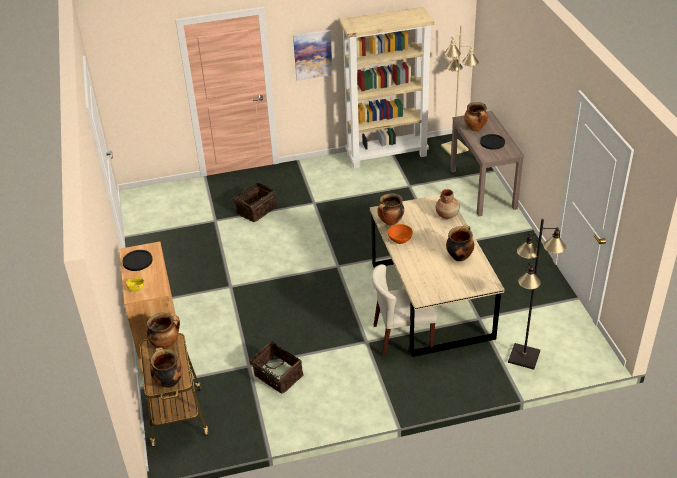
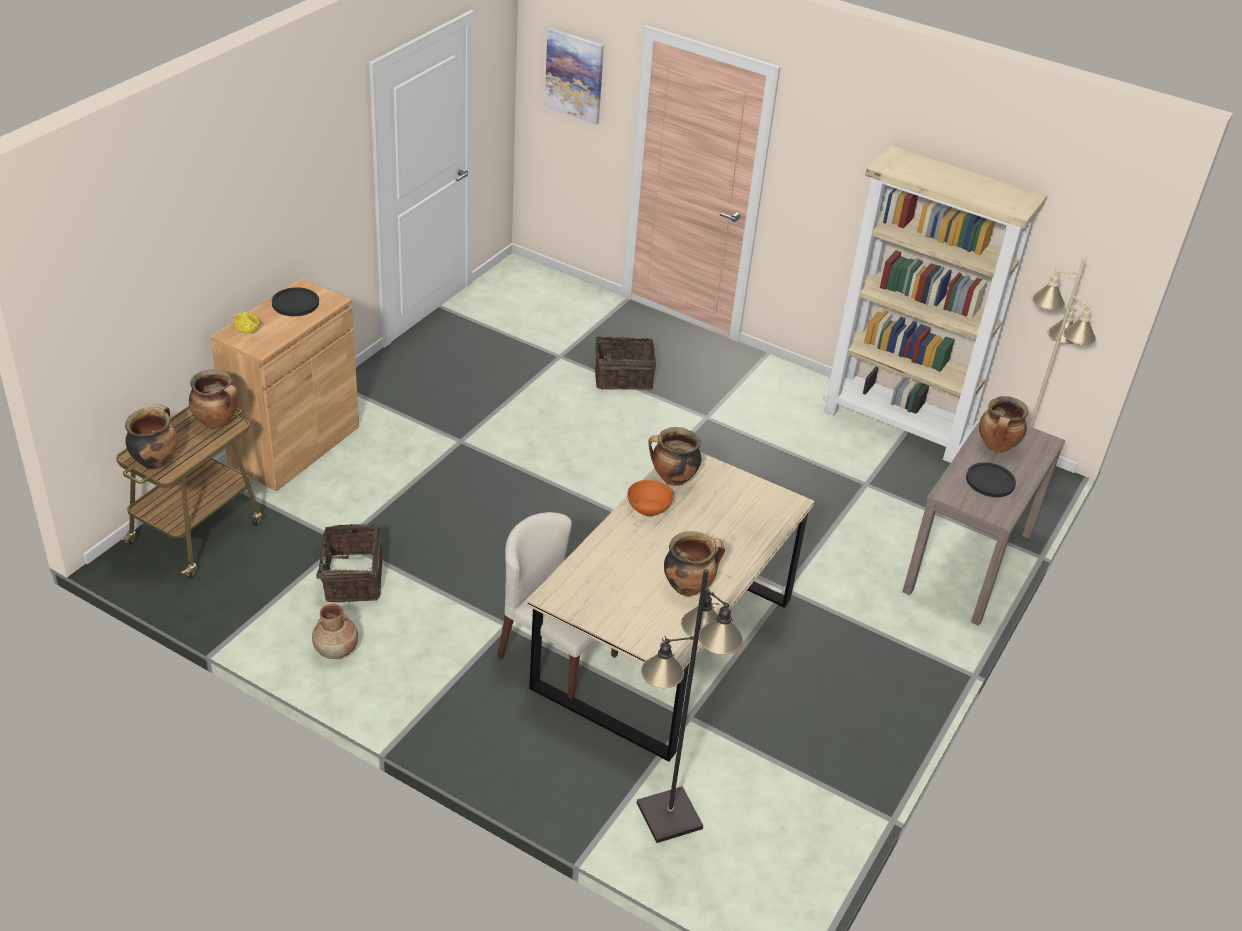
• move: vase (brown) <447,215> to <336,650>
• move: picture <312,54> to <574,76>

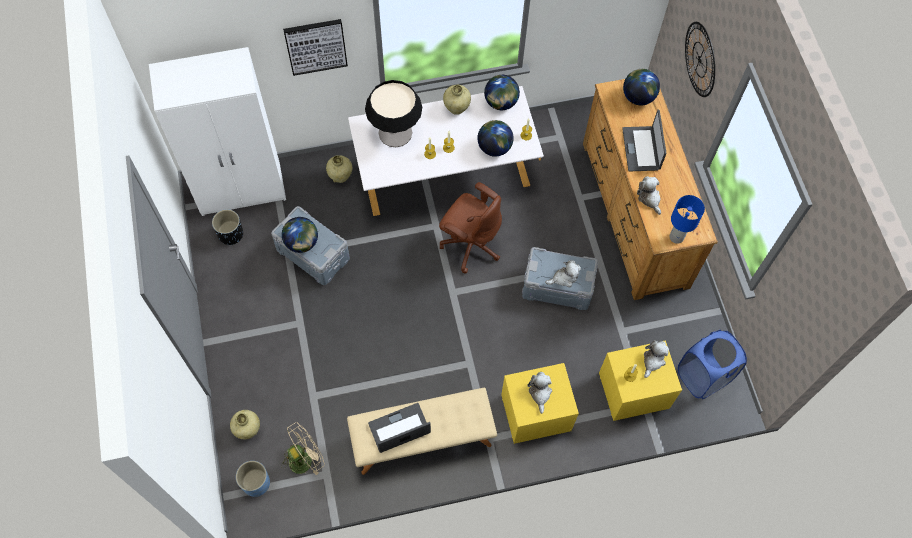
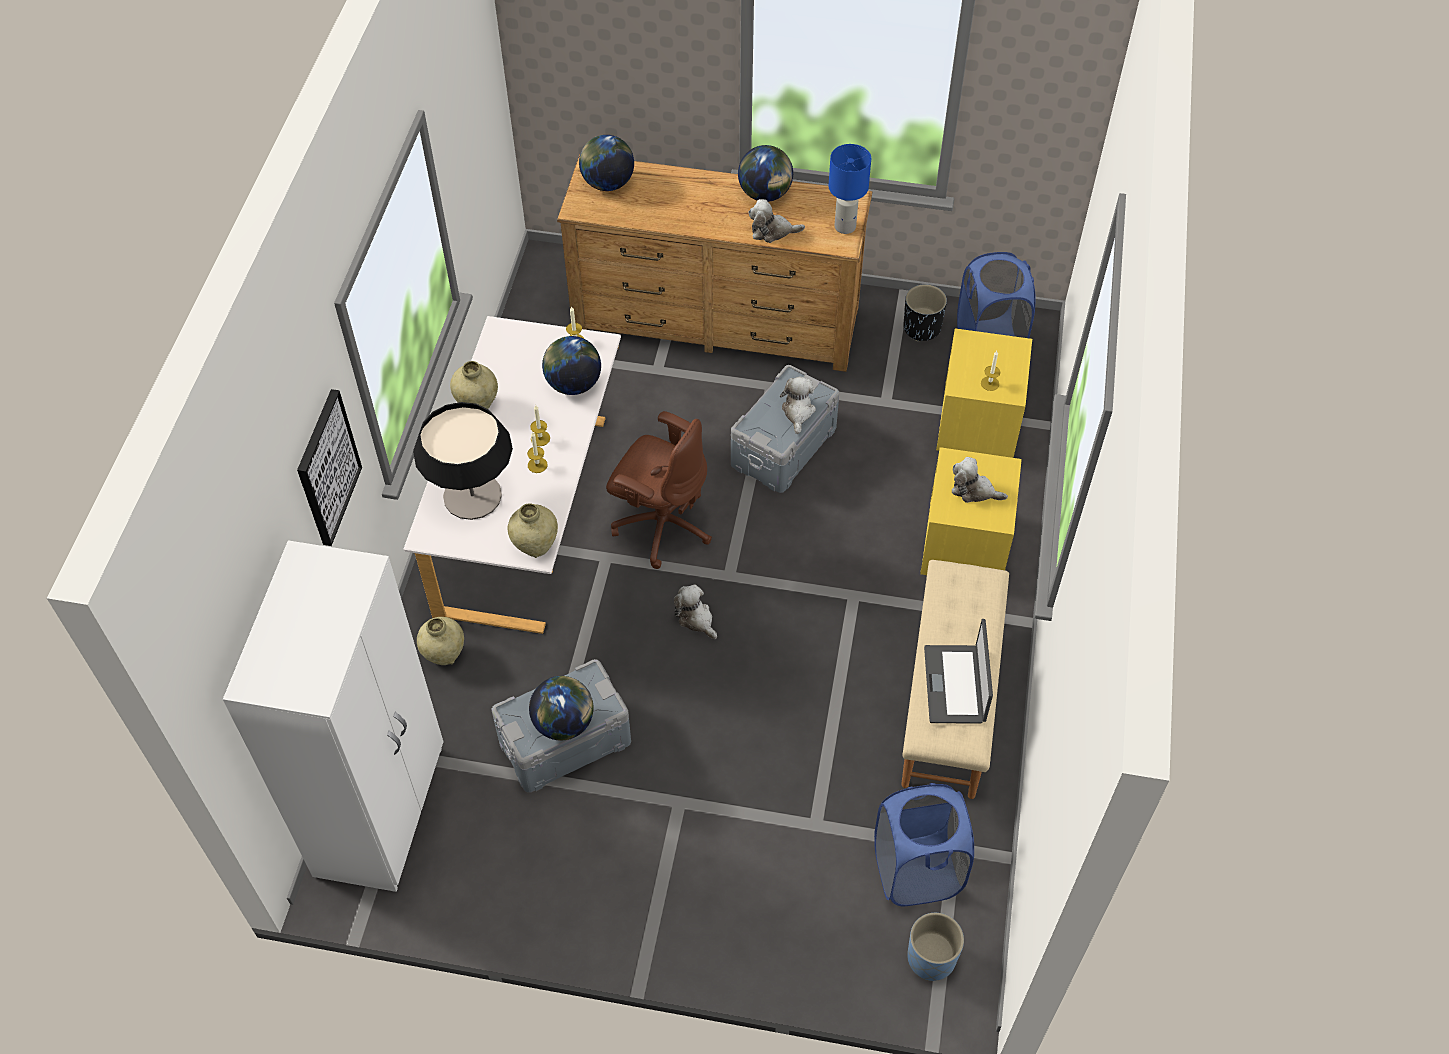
• move: vase (beige) <248,430> to <535,546>
• rotate: office chair (brown) <470,244> = <661,525> 60 degrees clockwise
• move: plush toy <653,360> to <696,618>
• move: globe <501,102> to <765,194>
• replace: fan (beige) <304,458> to laundry basket (blue) <916,871>
• move: planter (black) <230,234> to <921,328>
• delete: laptop <641,149>
• delete: wall clock <700,59>

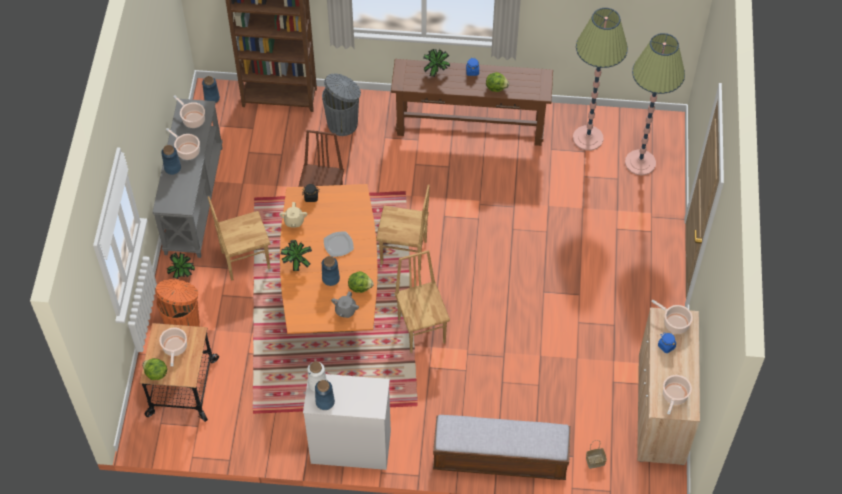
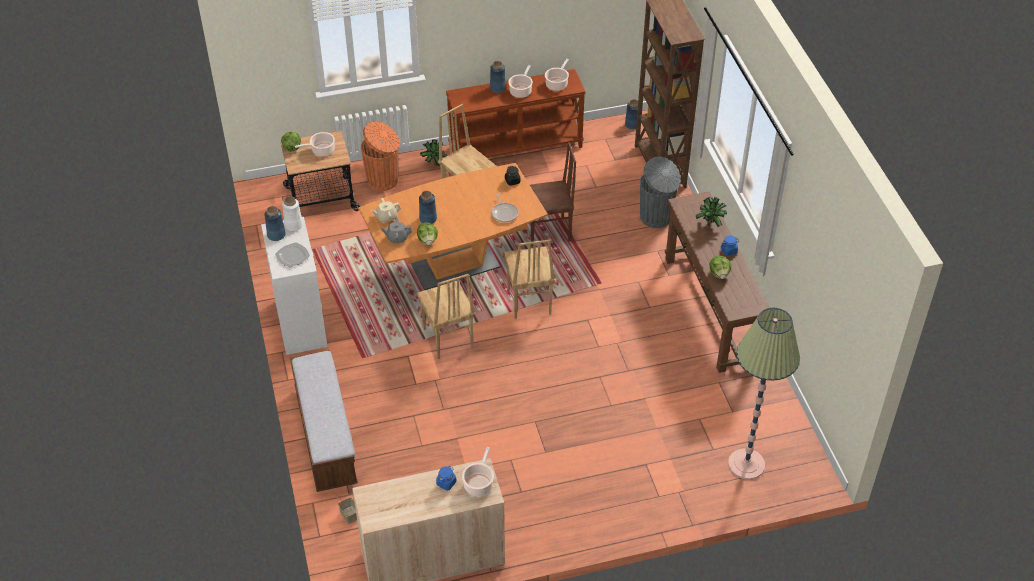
• move: plate <338,245> to <292,256>
• move: teapot (beige) <294,221> to <386,217>
• rotate: chair (brown) <422,330> = <447,339> 105 degrees clockwise
• recolor: console table (grey) <193,199> to console table (brown) <516,147>
• insert: frying pan <504,213>
• delete: potted plant <296,264>
• delete: floor lamp <588,138>
• delete: cooking pot <674,396>

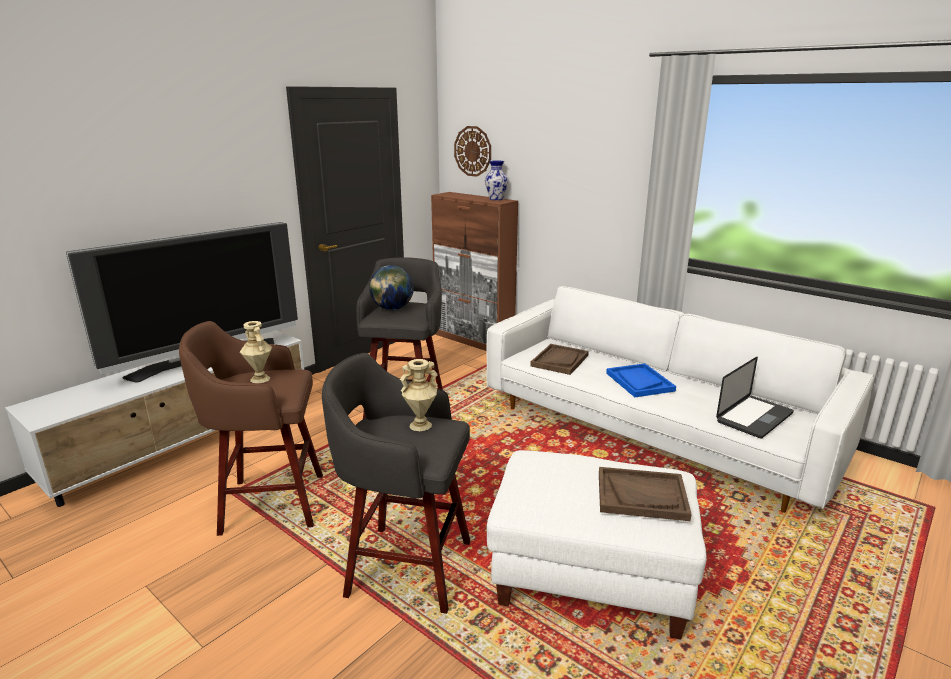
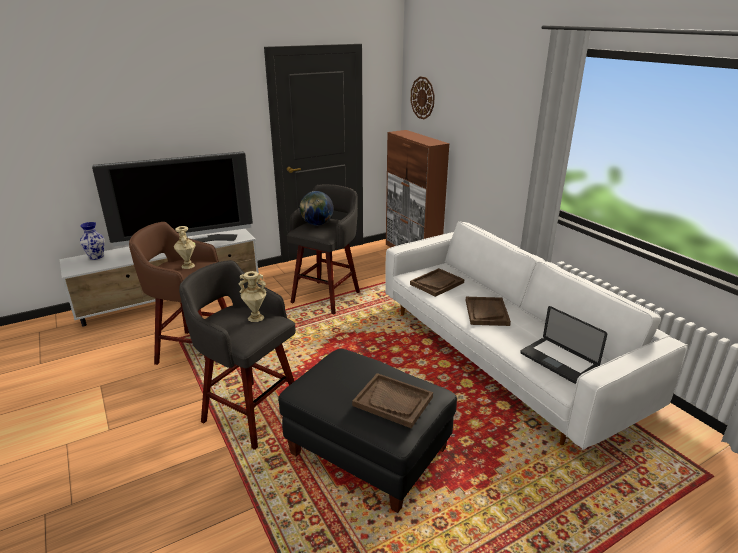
• move: vase <496,199> to <97,257>
• recolor: ottoman (white) <591,576> to ottoman (black) <368,452>
• recolor: tray (blue) <639,382> to tray (brown) <486,312>
• rotate: laptop <754,417> = <558,361> 75 degrees clockwise

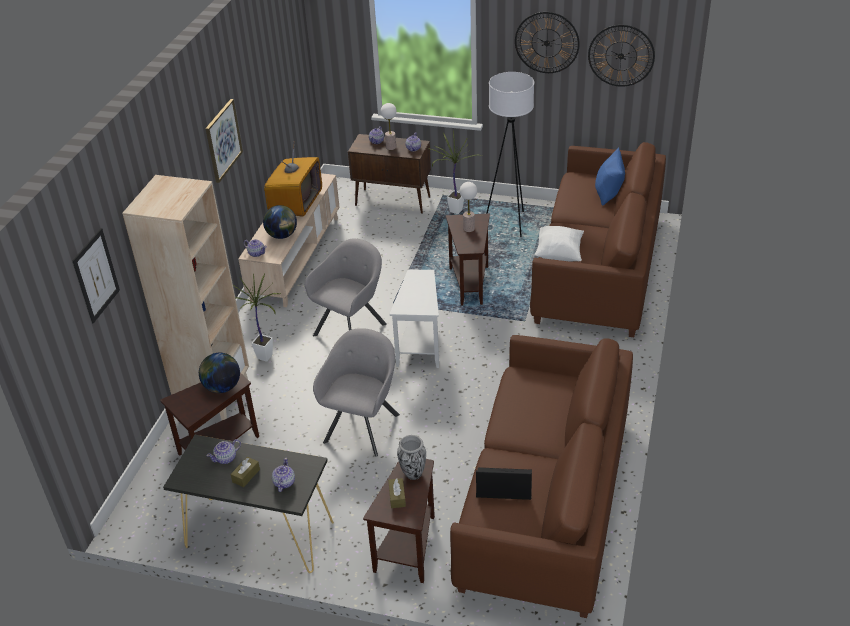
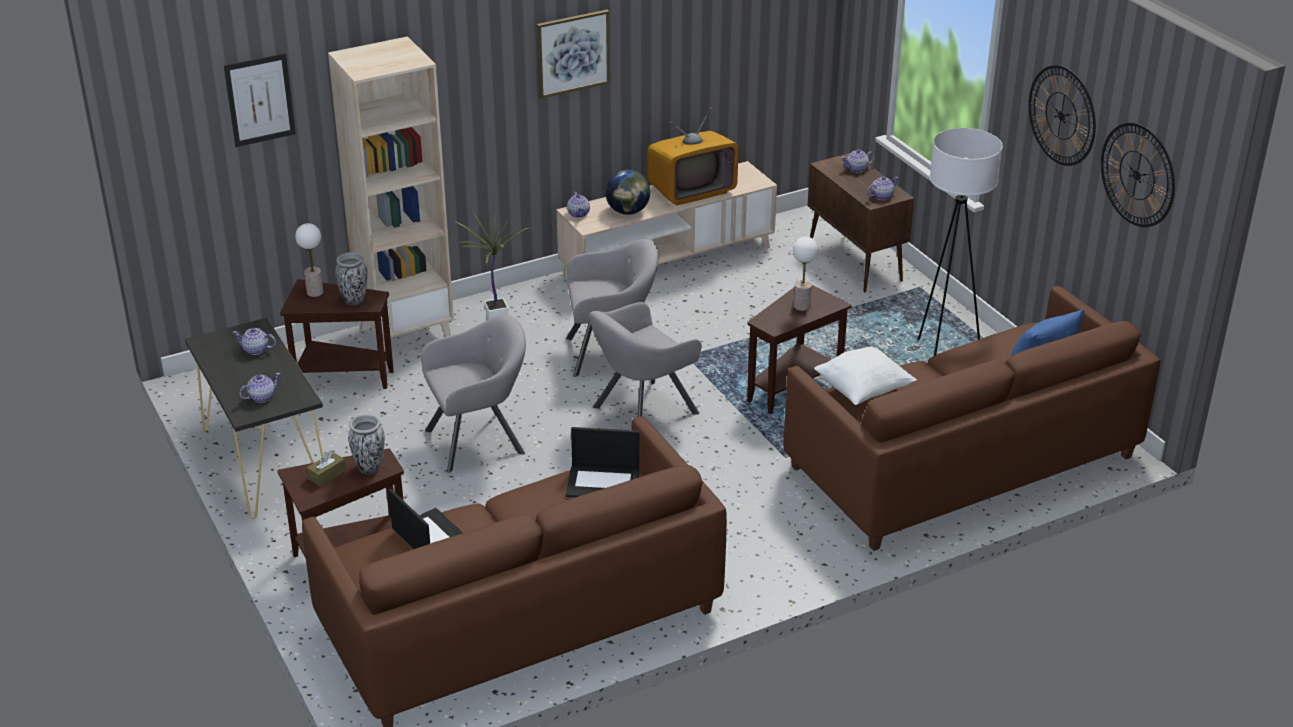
• move: table lamp <391,147> to <315,292>
• replace: globe <222,387> to vase <354,300>
• insert: laptop <604,483>
• replace: side table (white) <420,347> to armchair (grey) <641,412>
• delete: tissue box (brown) <246,475>
• delete: potted plant <453,212>

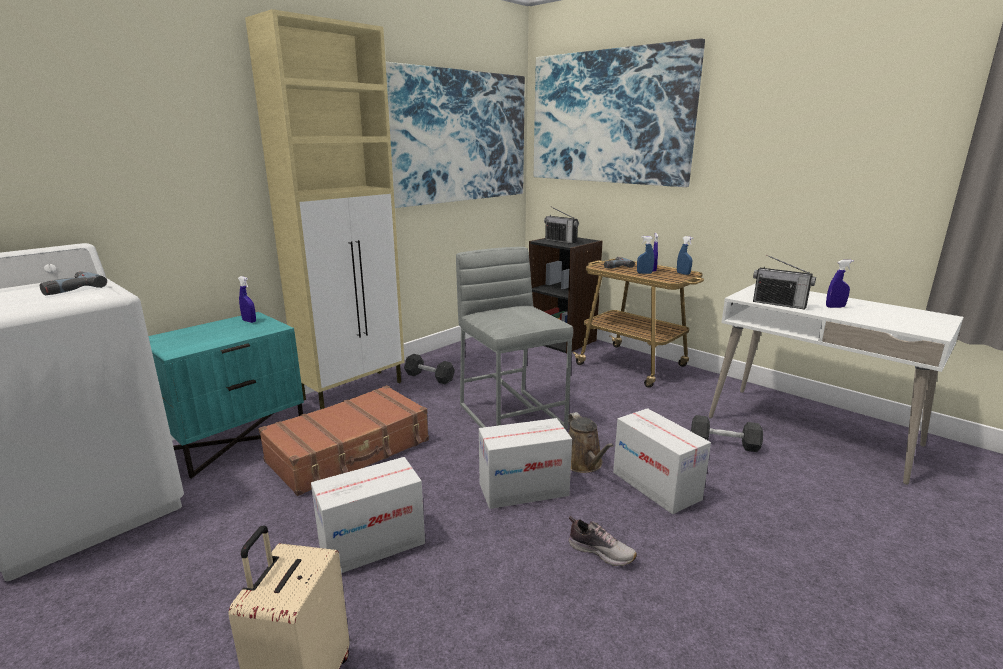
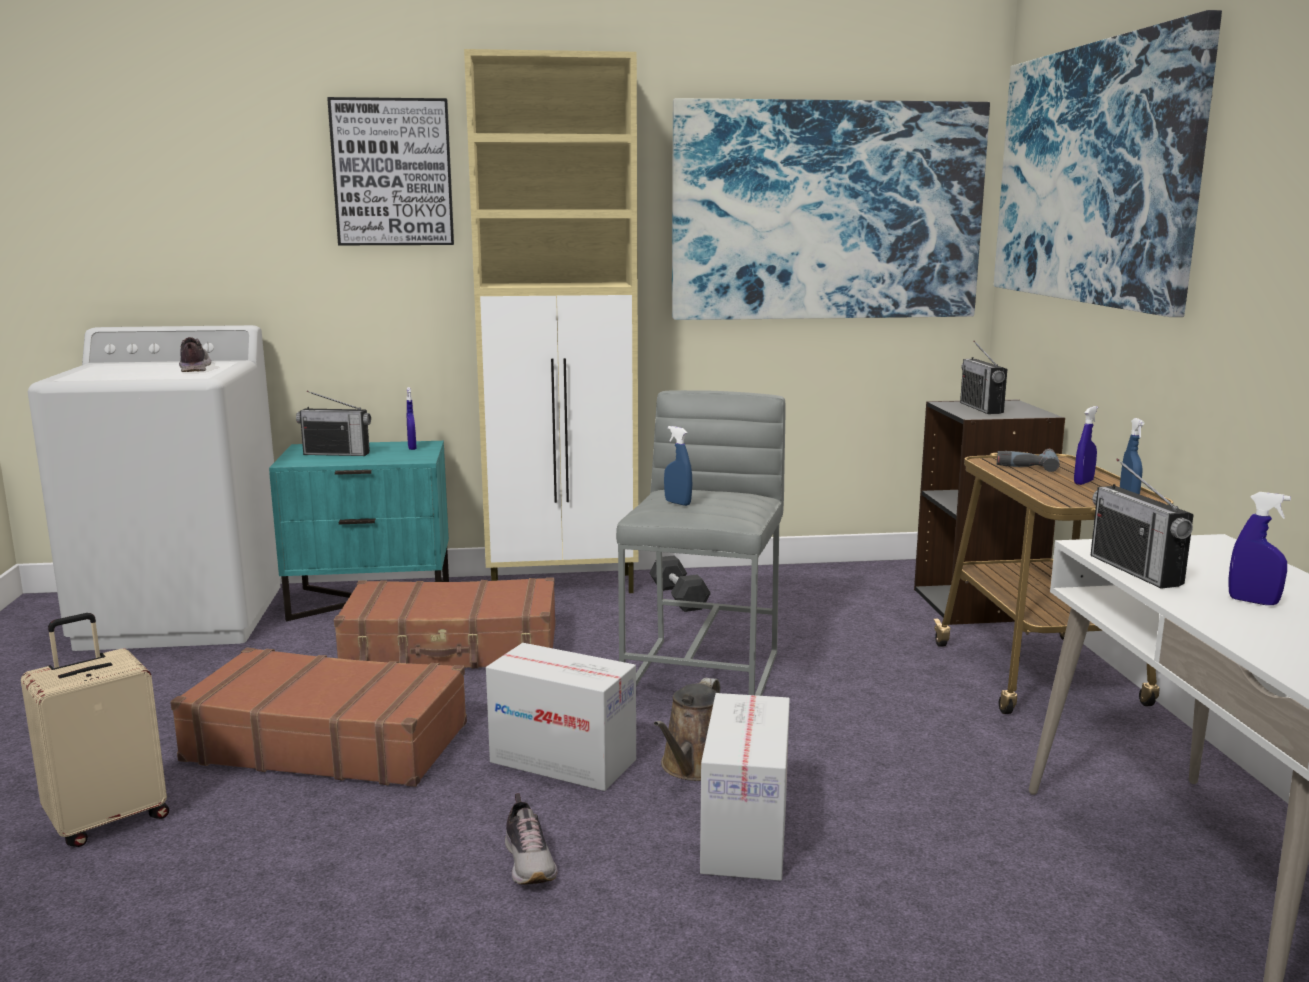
• replace: cardboard box <372,545> to suitcase (brown) <328,741>
• replace: power drill <70,289> to shoe <194,368>
• insert: radio <337,453>
• insert: picture <392,172>
• move: spray bottle (blue) <644,273> to <677,503>
• delete: dumbbell (black) <724,444>

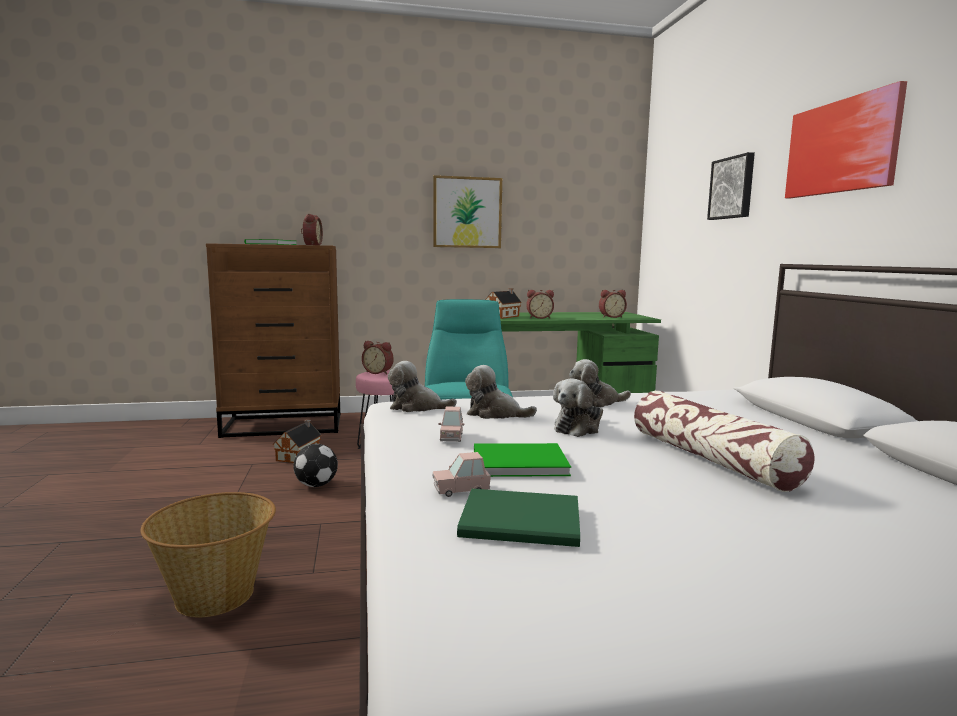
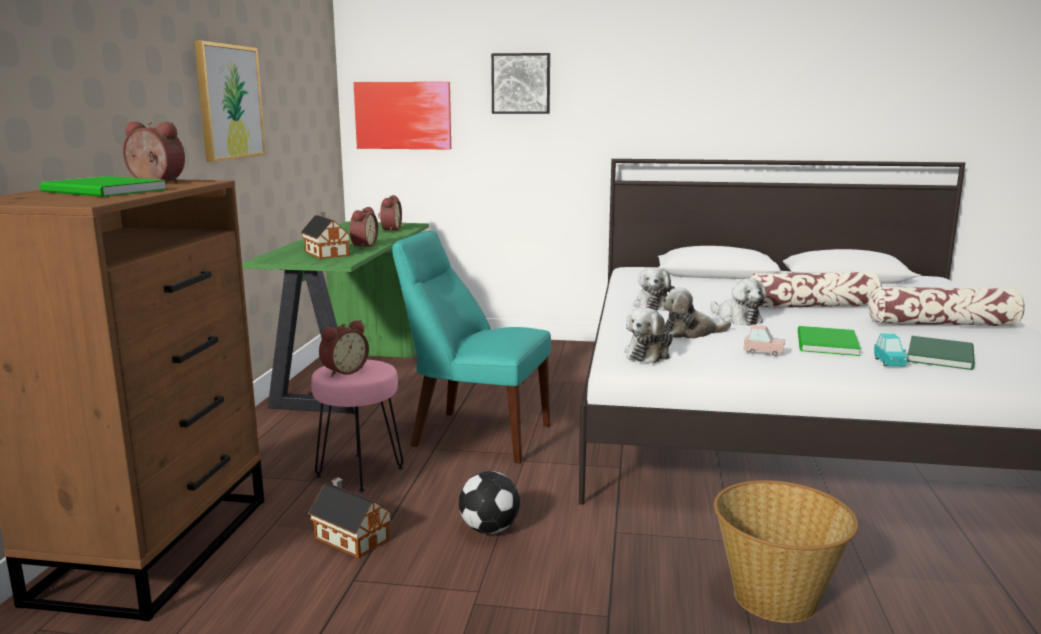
• move: picture <841,147> to <403,115>
• rotate: plush toy <495,414> = <690,333> 45 degrees clockwise
• insert: pillow <942,324>
• recolor: toy car (pink) <461,490> to toy car (turquoise) <889,362>

